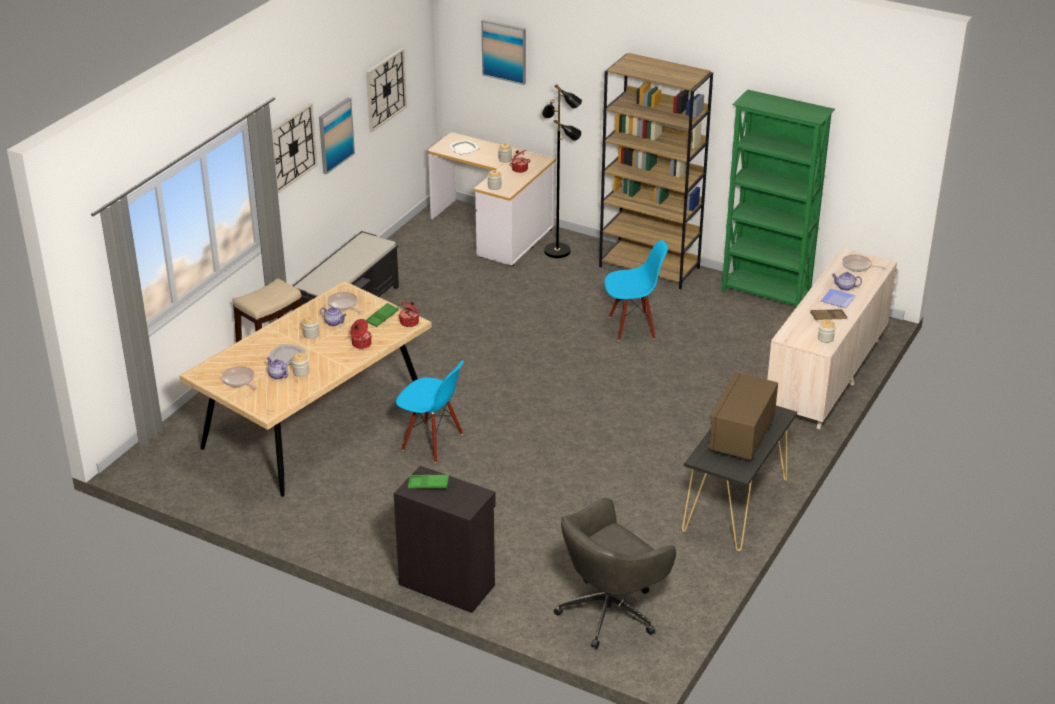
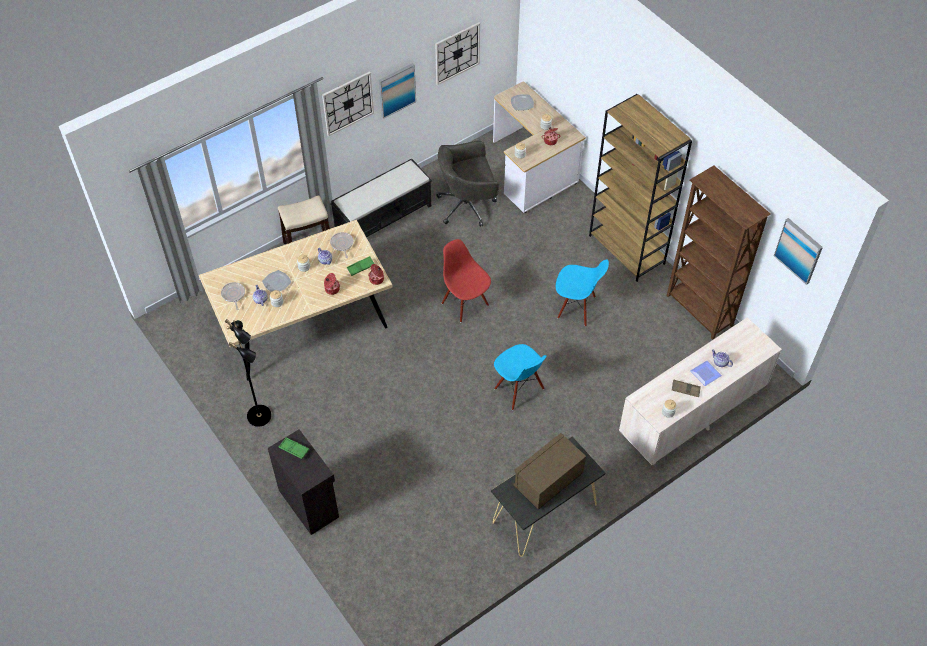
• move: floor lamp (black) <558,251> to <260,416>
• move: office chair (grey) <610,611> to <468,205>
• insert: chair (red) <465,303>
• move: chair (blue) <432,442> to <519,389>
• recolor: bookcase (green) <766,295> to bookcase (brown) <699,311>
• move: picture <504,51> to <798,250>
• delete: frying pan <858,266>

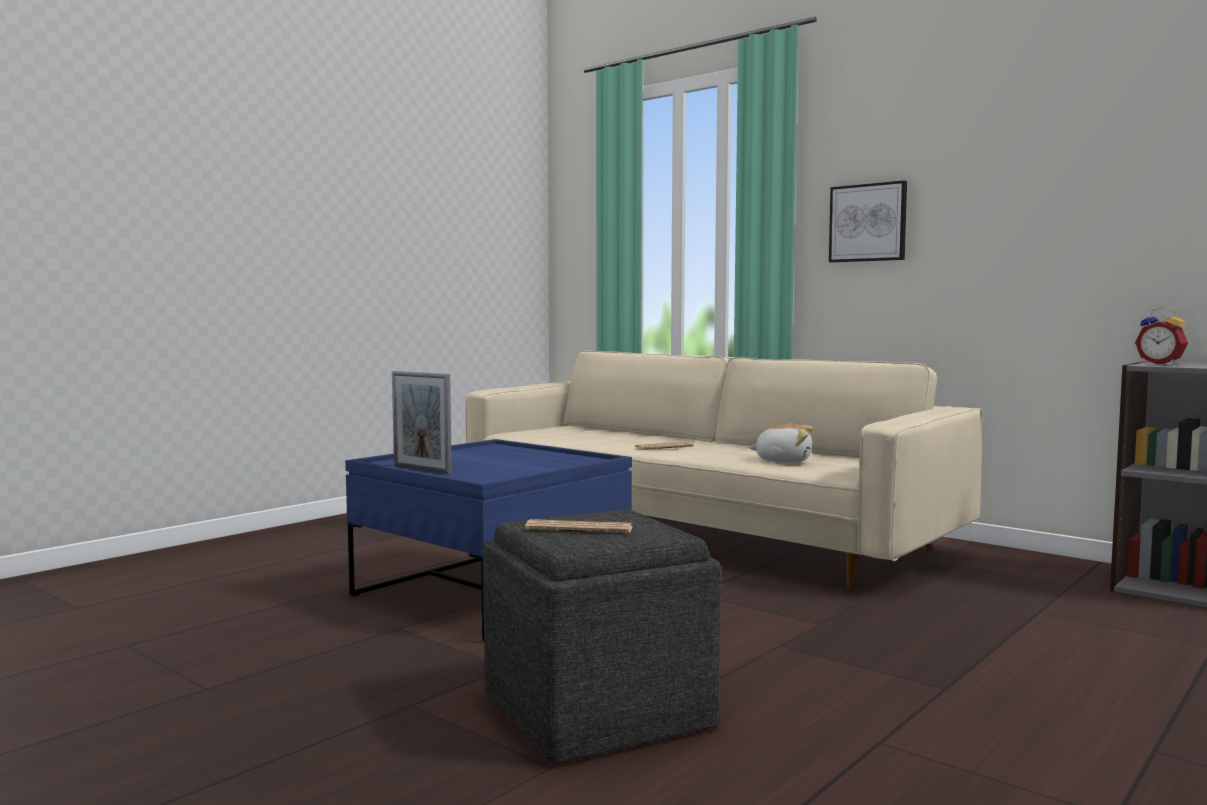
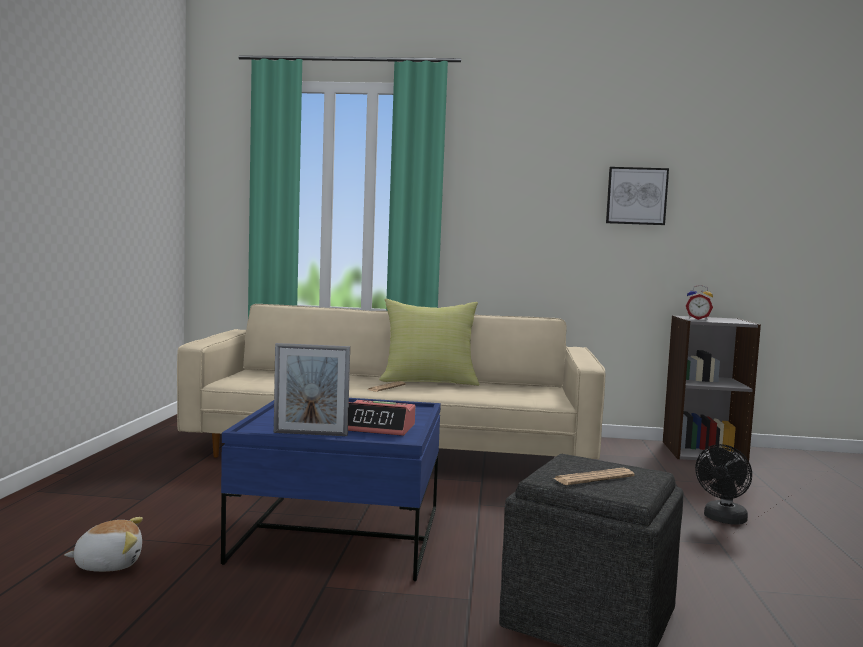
• move: plush toy <783,461> to <108,564>
• insert: alarm clock <379,428>
• insert: pillow (yellow) <429,381>
• move: picture <868,223> to <636,196>
• insert: fan (black) <723,520>

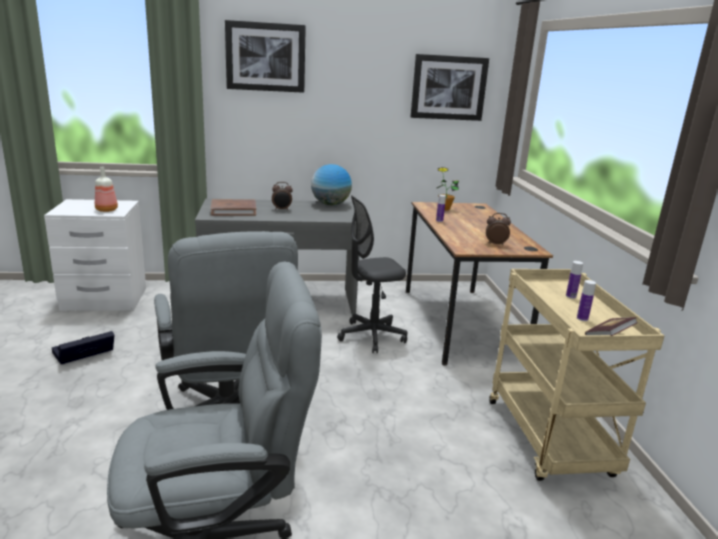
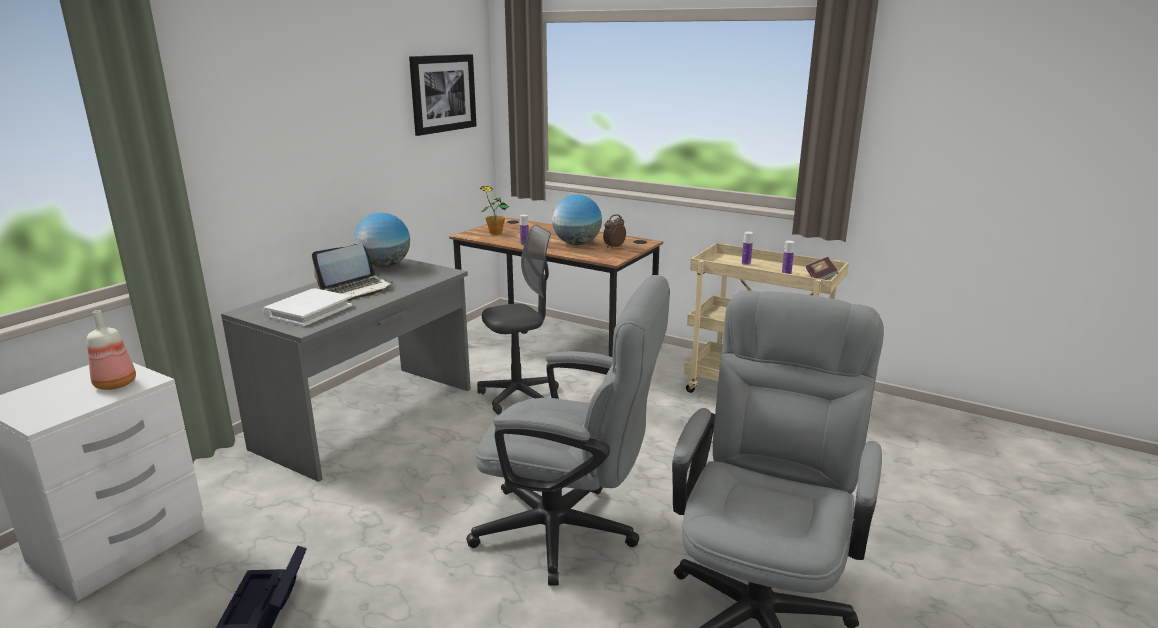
• recolor: book (brown) <233,210> to book (white) <308,311>
• replace: alarm clock <282,209> to laptop <356,289>
• rotate: office chair (grey) <371,336> = <519,396> 135 degrees counterclockwise
• insert: globe <577,244>
• delete: picture <265,57>

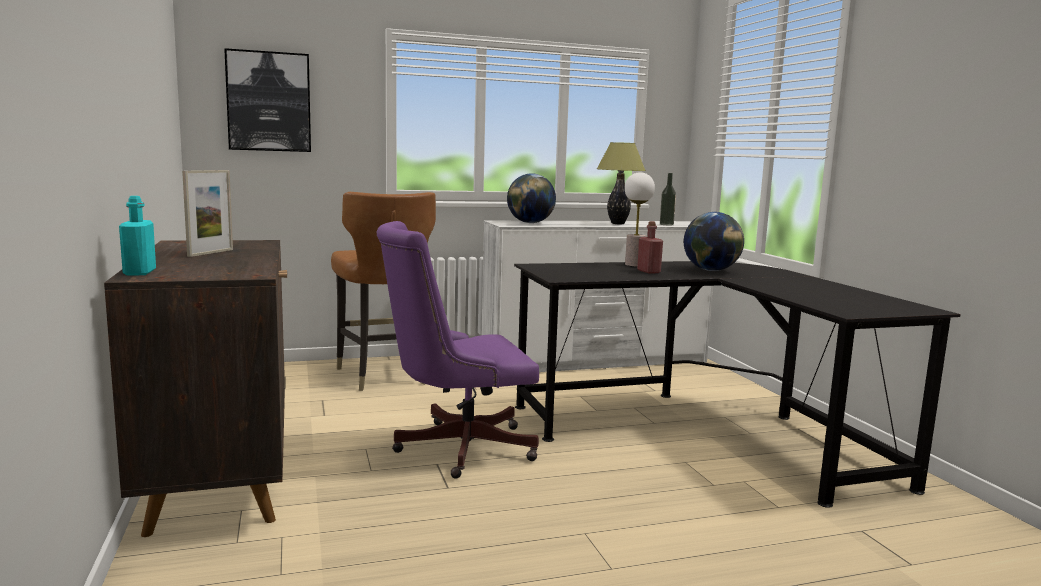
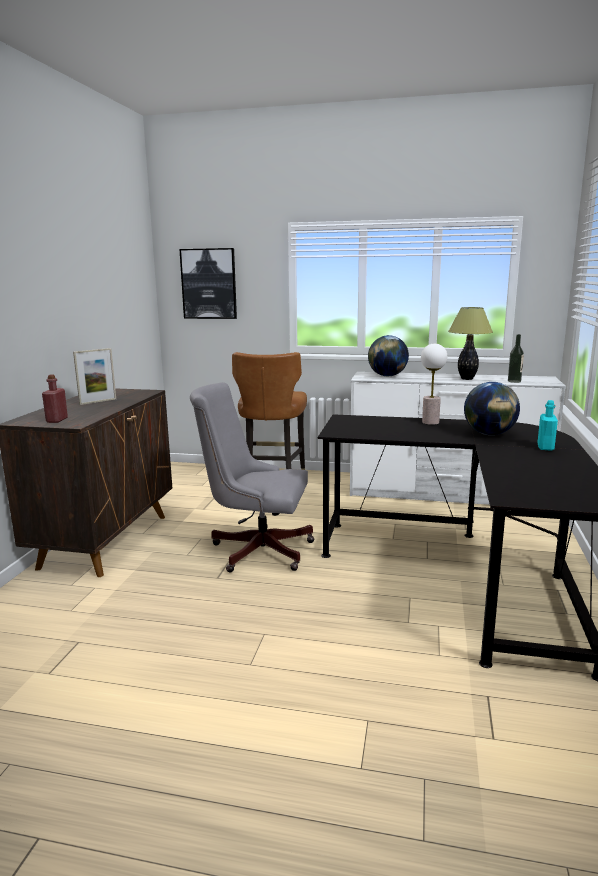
• move: bottle (red) <648,271> to <57,420>
• recolor: office chair (purple) <456,448> to office chair (grey) <256,549>
• move: bottle (turquoise) <139,272> to <545,447>

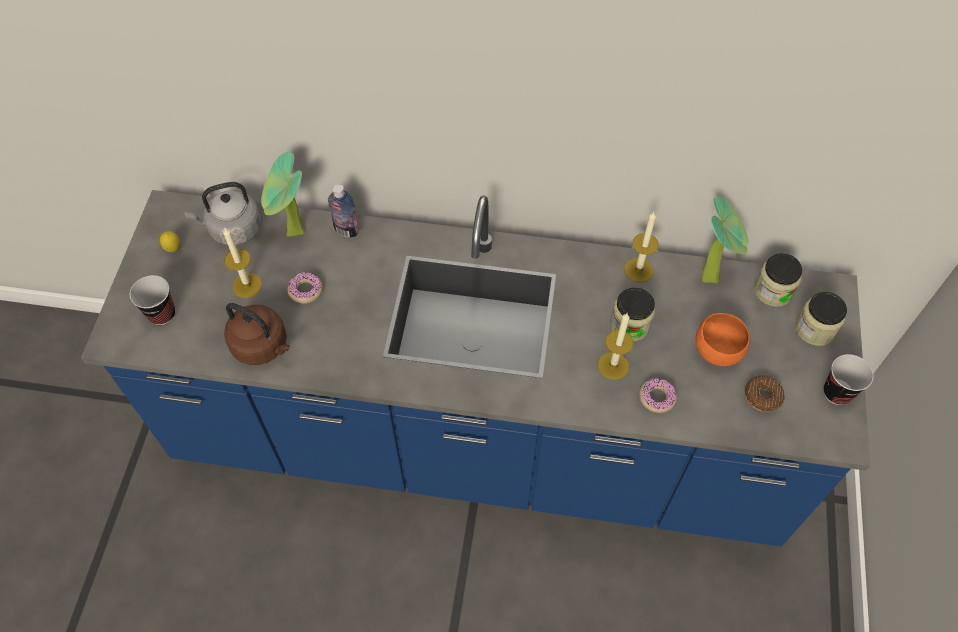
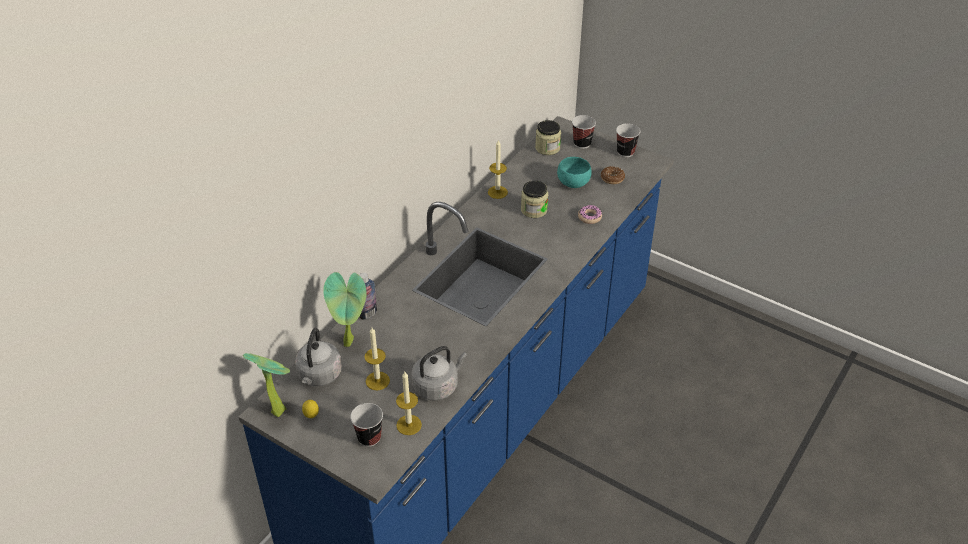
• move: potted plant <712,276> to <278,409>
• move: candle <613,366> to <409,425>
• recolor: kettle (brown) <262,346> to kettle (grey) <437,386>
• recolor: bowl (orange) <719,352> to bowl (turquoise) <574,183>
• replace: jar <814,329> to cup <582,143>
• delete: donut <305,290>

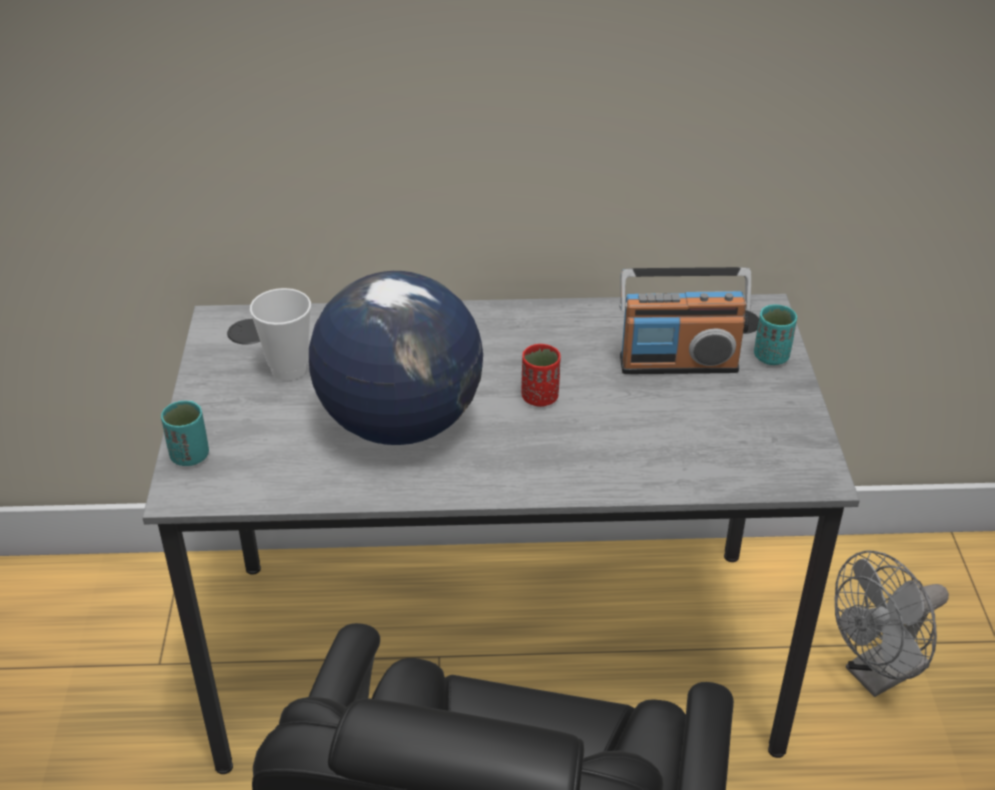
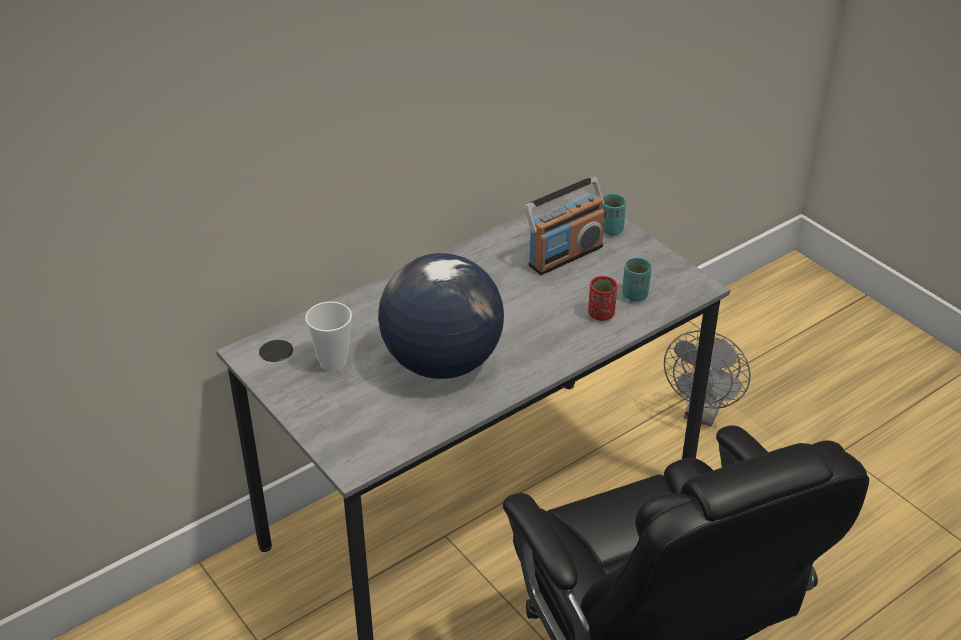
• move: cup (red) <540,397> to <601,314>
• move: cup (turquoise) <190,456> to <635,295>

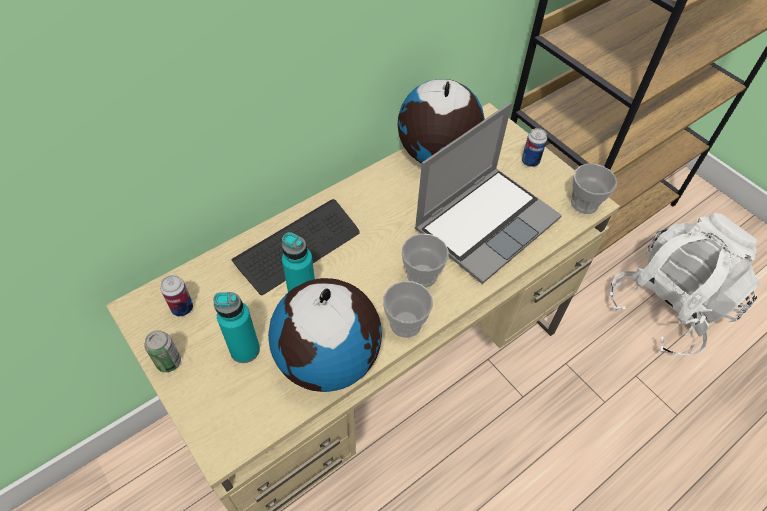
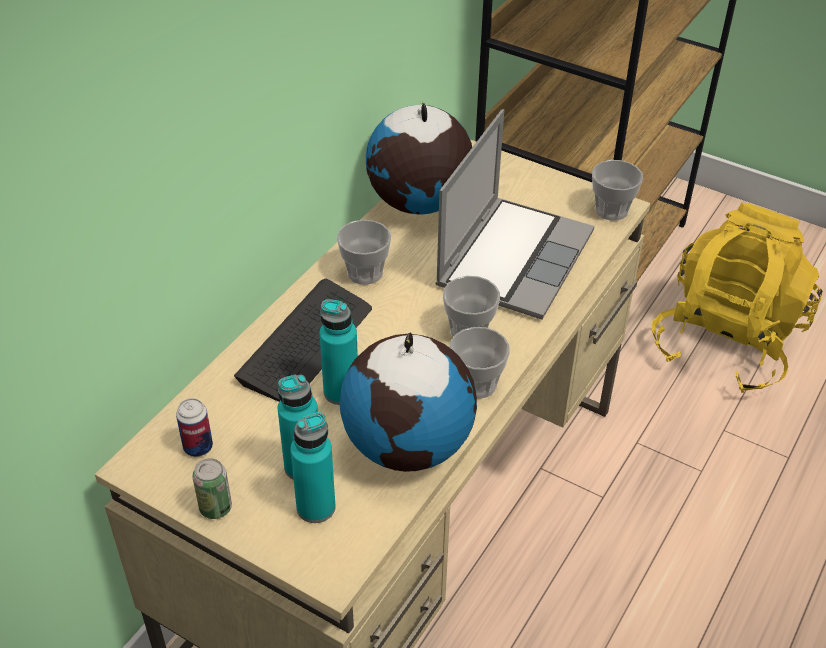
• insert: bottle (turquoise) <316,507>
• insert: cup <365,273>
• recolor: backpack (white) <667,307> to backpack (yellow) <726,342>
• delete: can <530,161>

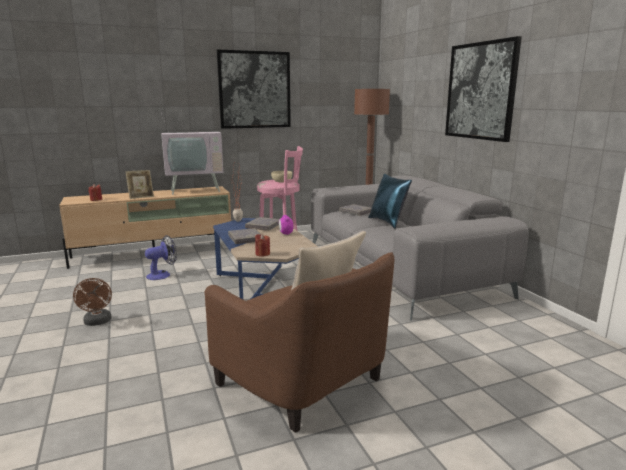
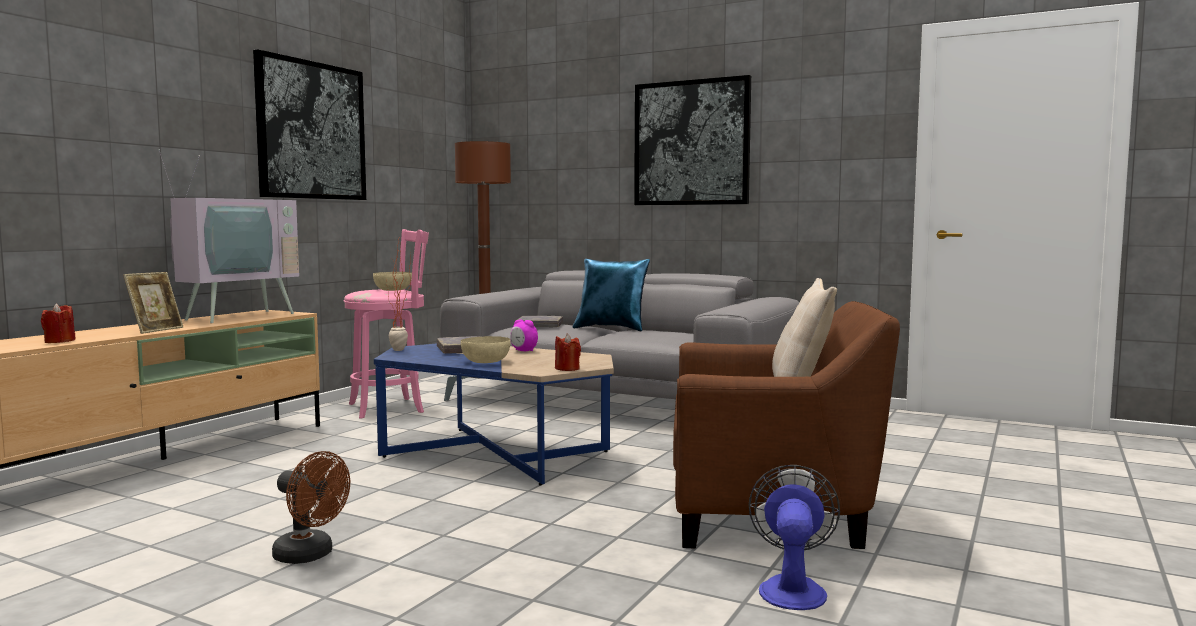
• replace: book (grey) <245,239> to bowl (beige) <486,362>
• move: fan <162,275> to <792,588>

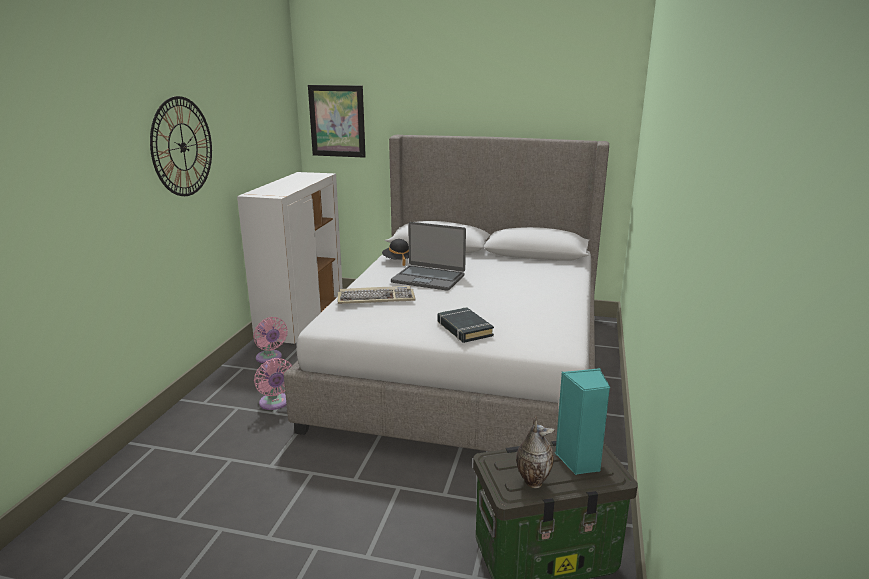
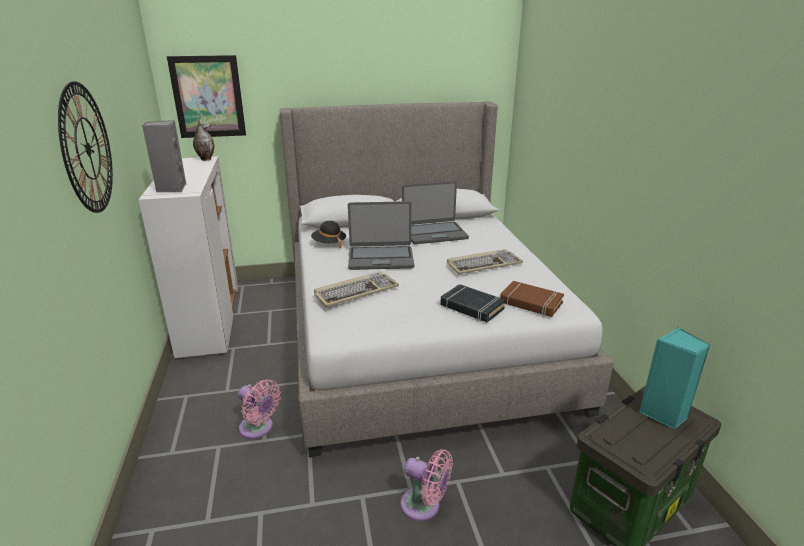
• insert: speaker (grey) <171,188>
• move: vase <532,481> to <205,159>
• move: fan (pink) <270,358> to <424,506>
• insert: laptop <434,233>
• insert: keyboard <484,264>
• insert: book (brown) <530,303>

